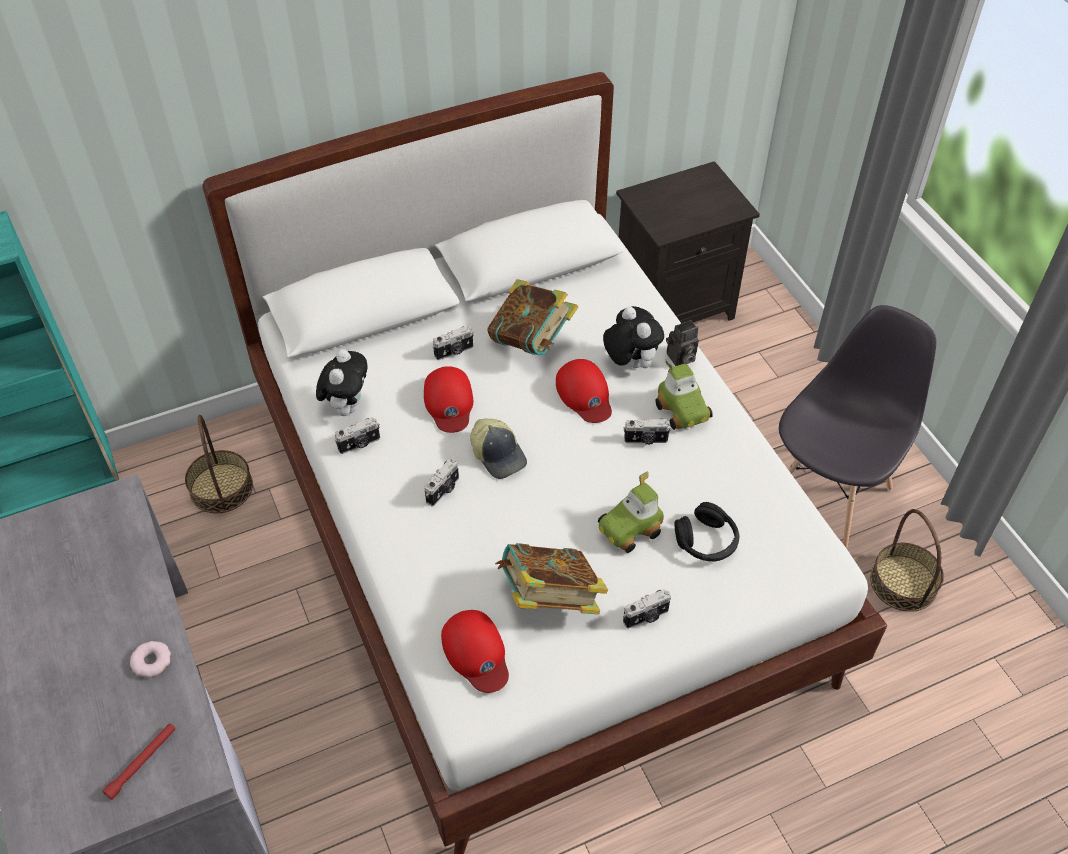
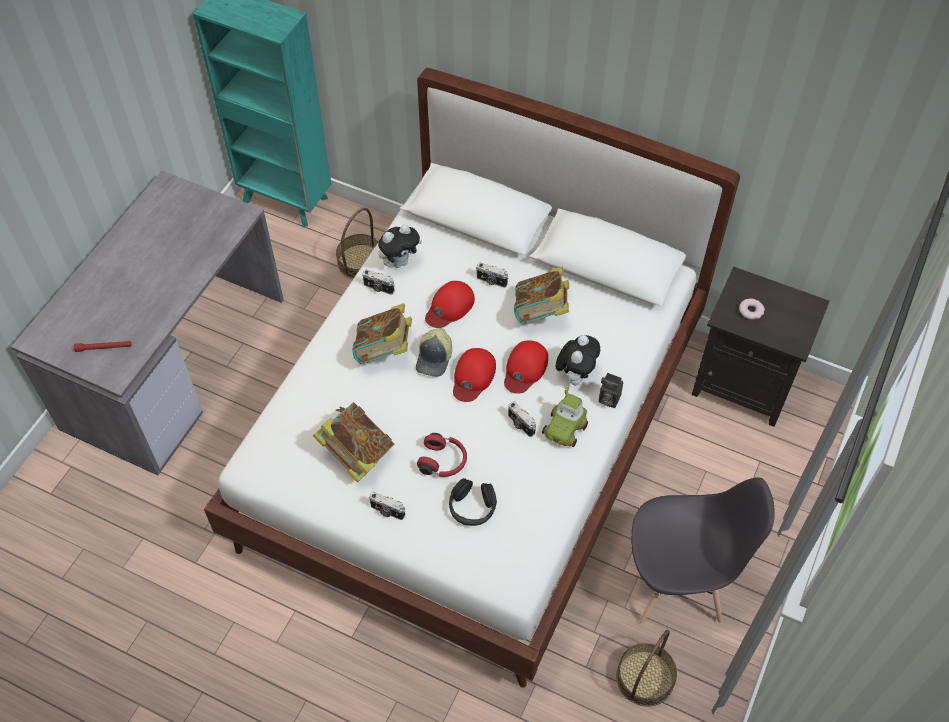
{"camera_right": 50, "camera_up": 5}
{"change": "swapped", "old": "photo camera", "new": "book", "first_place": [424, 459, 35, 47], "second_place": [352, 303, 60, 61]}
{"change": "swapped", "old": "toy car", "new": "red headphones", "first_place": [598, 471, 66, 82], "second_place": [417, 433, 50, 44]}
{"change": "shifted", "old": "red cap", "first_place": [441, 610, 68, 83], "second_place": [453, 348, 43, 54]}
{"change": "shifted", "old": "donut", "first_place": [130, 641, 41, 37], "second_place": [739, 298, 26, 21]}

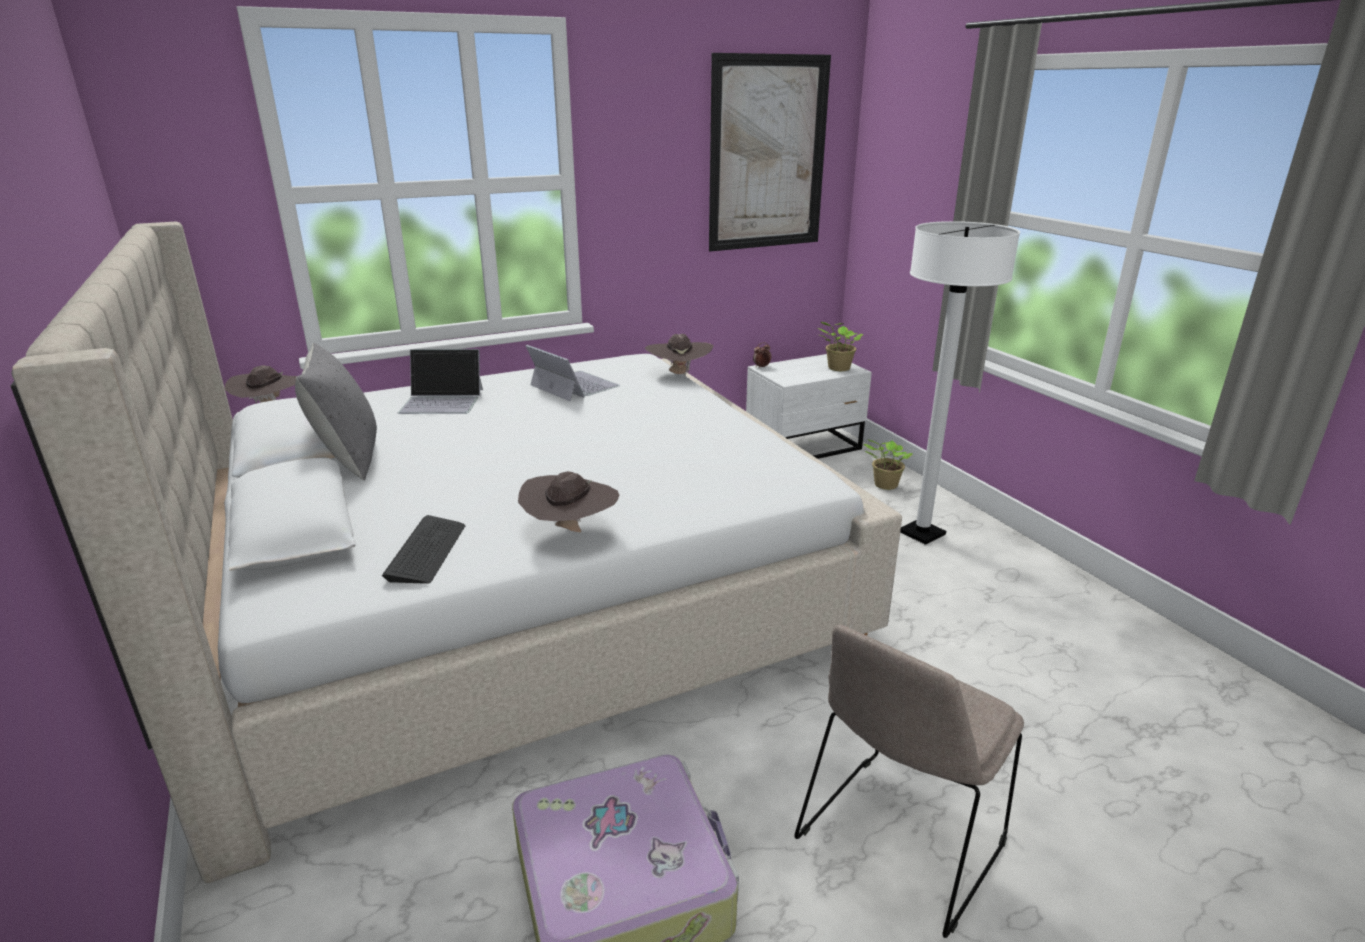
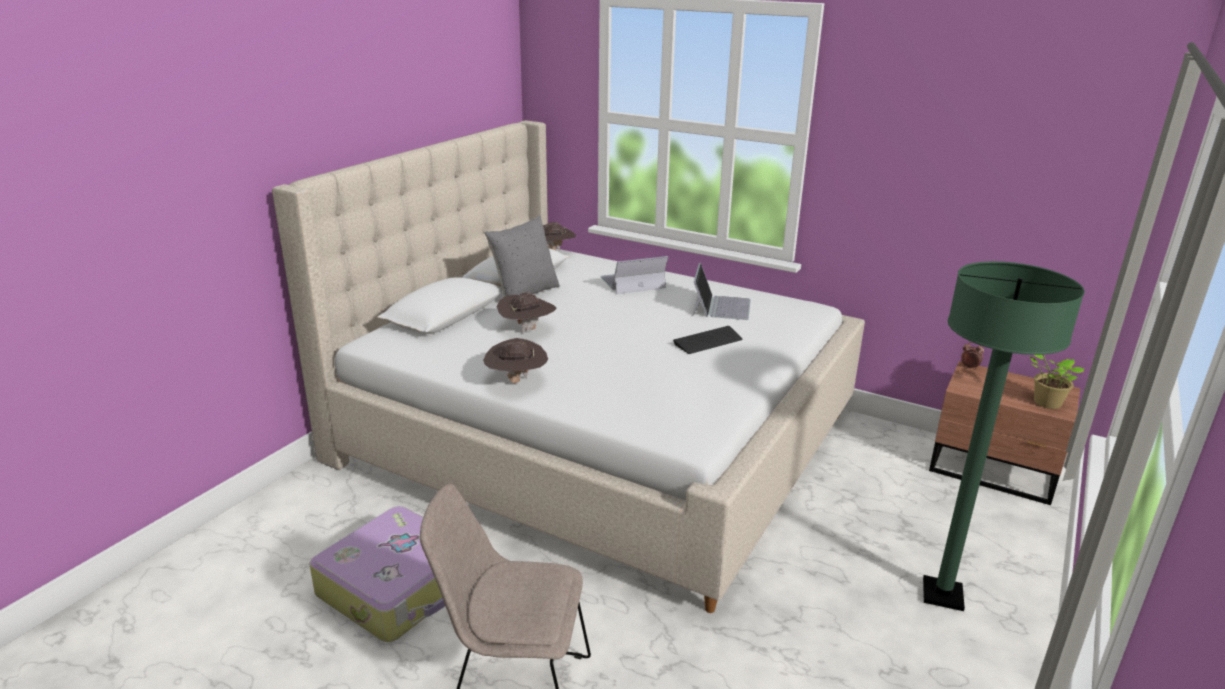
{"camera_right": 55, "camera_up": 0}
{"change": "shifted", "old": "brown hat", "first_place": [645, 334, 68, 43], "second_place": [497, 292, 60, 41]}
{"change": "rotated", "old": "laptop", "first_place": [398, 349, 85, 65], "second_place": [600, 256, 68, 38], "degrees": 105}
{"change": "shifted", "old": "keyboard", "first_place": [382, 515, 83, 69], "second_place": [673, 326, 69, 28]}
{"change": "repainted", "old": "white floor lamp", "new": "green floor lamp", "first_place": [900, 221, 120, 324], "second_place": [923, 261, 162, 350]}
{"change": "repainted", "old": "white nightstand", "new": "brown nightstand", "first_place": [746, 354, 126, 105], "second_place": [929, 361, 151, 144]}
{"change": "gone", "old": "picture", "first_place": [709, 53, 122, 198]}
{"change": "gone", "old": "potted plant", "first_place": [863, 439, 50, 51]}

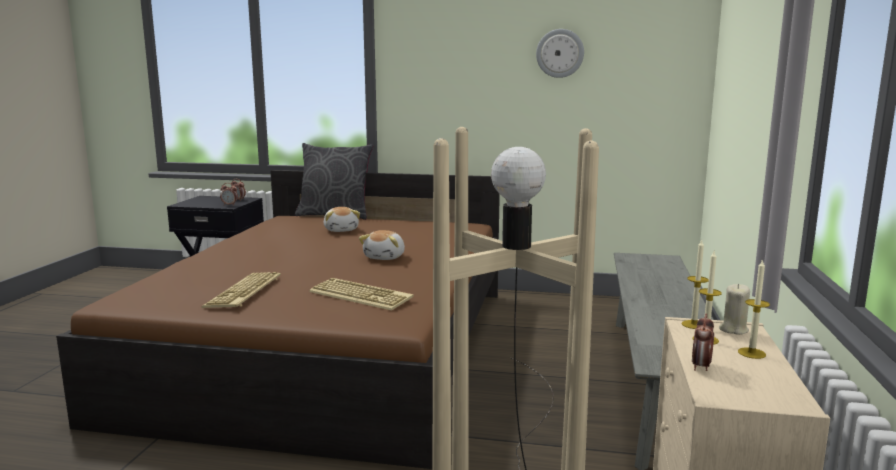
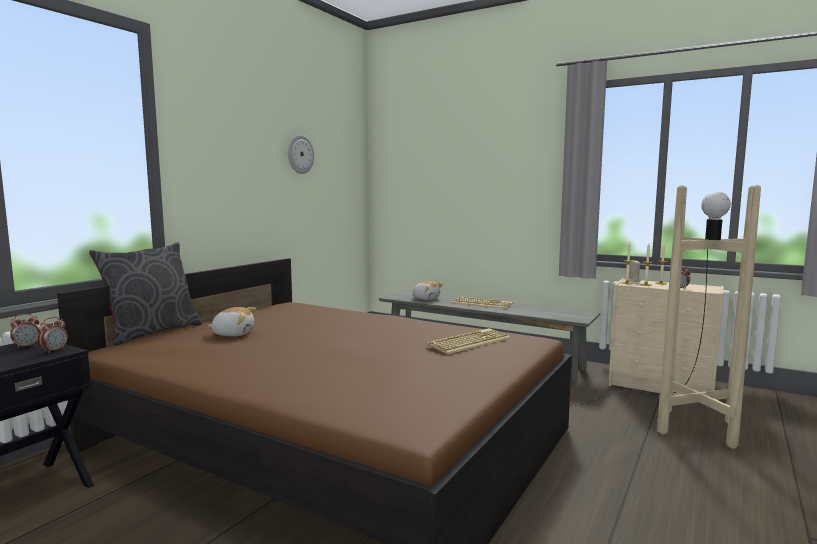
{"camera_right": -70, "camera_up": -5}
{"change": "shifted", "old": "plush toy", "first_place": [359, 230, 46, 30], "second_place": [413, 281, 30, 19]}
{"change": "shifted", "old": "keyboard", "first_place": [201, 272, 80, 36], "second_place": [452, 296, 61, 13]}

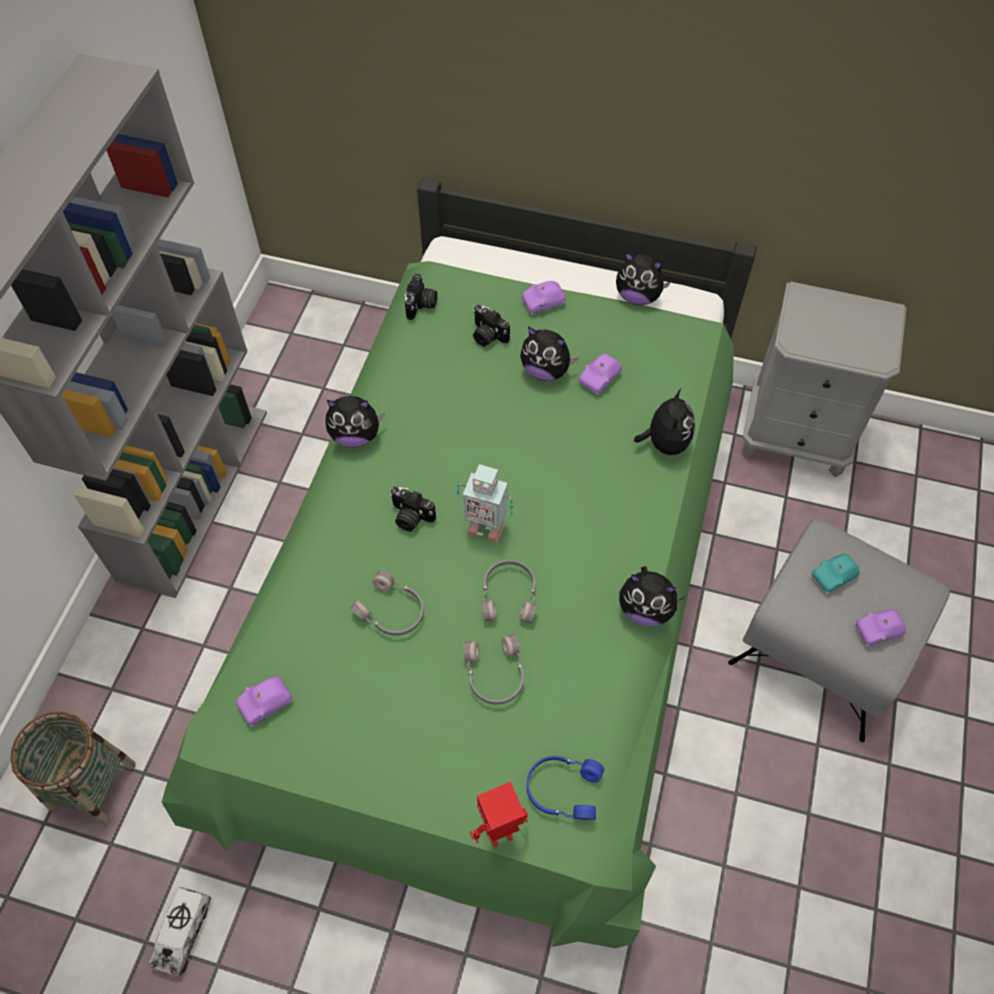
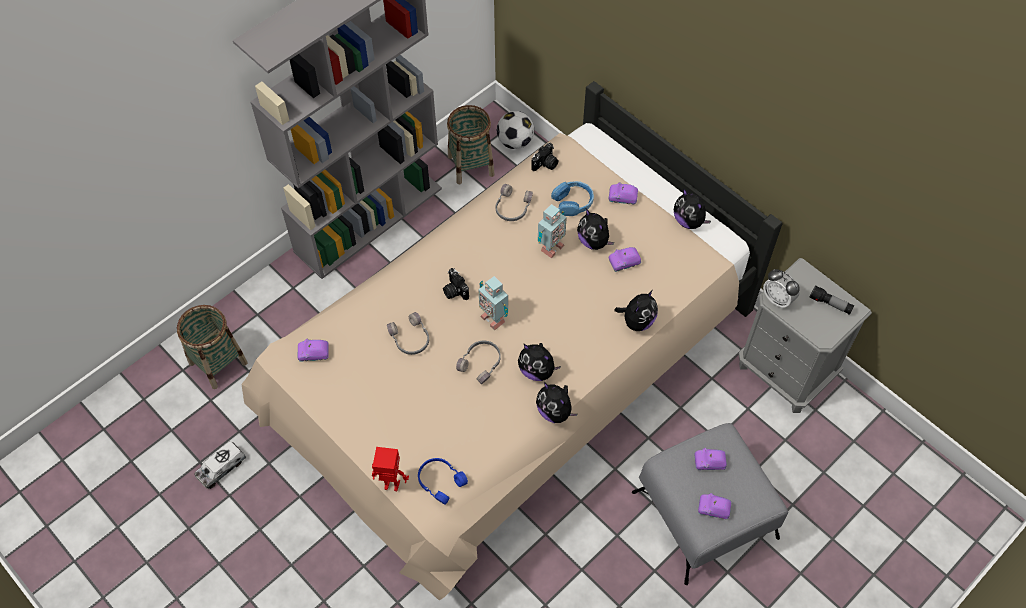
{"camera_right": 30, "camera_up": 0}
{"change": "repainted", "old": "green bed", "new": "beige bed", "first_place": [162, 178, 595, 770], "second_place": [241, 81, 542, 520]}
{"change": "new", "new": "basket", "second_place": [447, 105, 47, 79]}
{"change": "shifted", "old": "grey headphones", "first_place": [463, 634, 61, 70], "second_place": [496, 184, 37, 37]}
{"change": "new", "new": "football", "second_place": [497, 111, 37, 38]}
{"change": "shifted", "old": "plush toy", "first_place": [326, 396, 59, 51], "second_place": [518, 343, 43, 38]}
{"change": "new", "new": "toy robot", "second_place": [538, 204, 29, 54]}
{"change": "swapped", "old": "photo camera", "new": "blue headphones", "first_place": [473, 305, 37, 42], "second_place": [551, 181, 43, 35]}
{"change": "repainted", "old": "turquoise toy car", "new": "purple toy car", "first_place": [811, 554, 49, 40], "second_place": [694, 448, 33, 22]}
{"change": "new", "new": "alarm clock", "second_place": [763, 269, 37, 40]}
{"change": "new", "new": "flashlight", "second_place": [809, 285, 45, 30]}

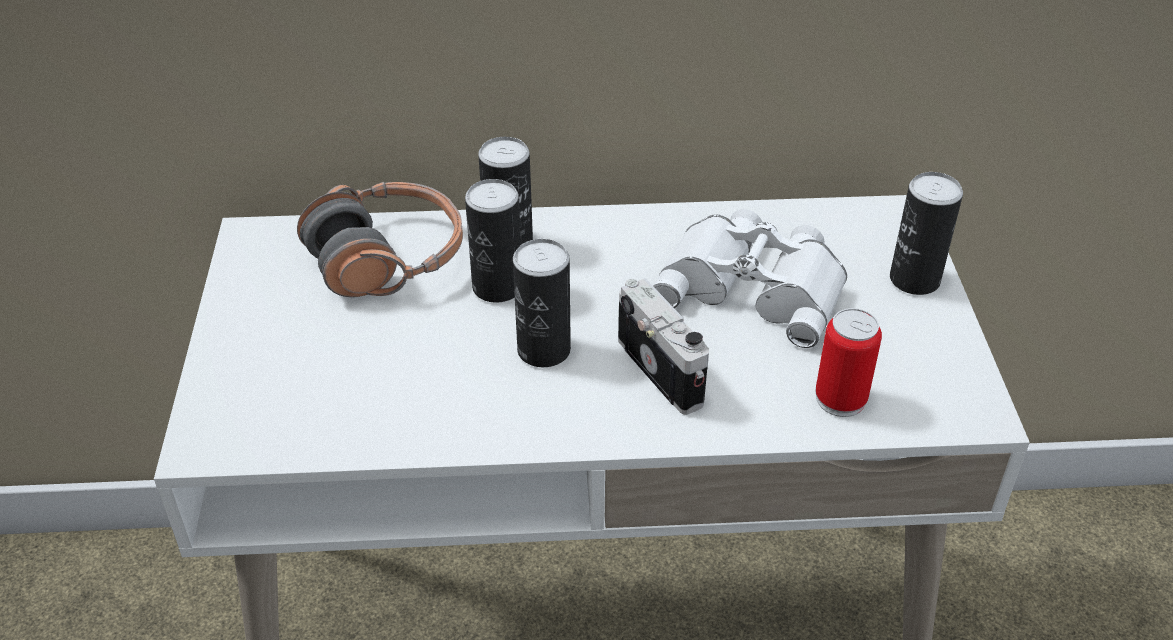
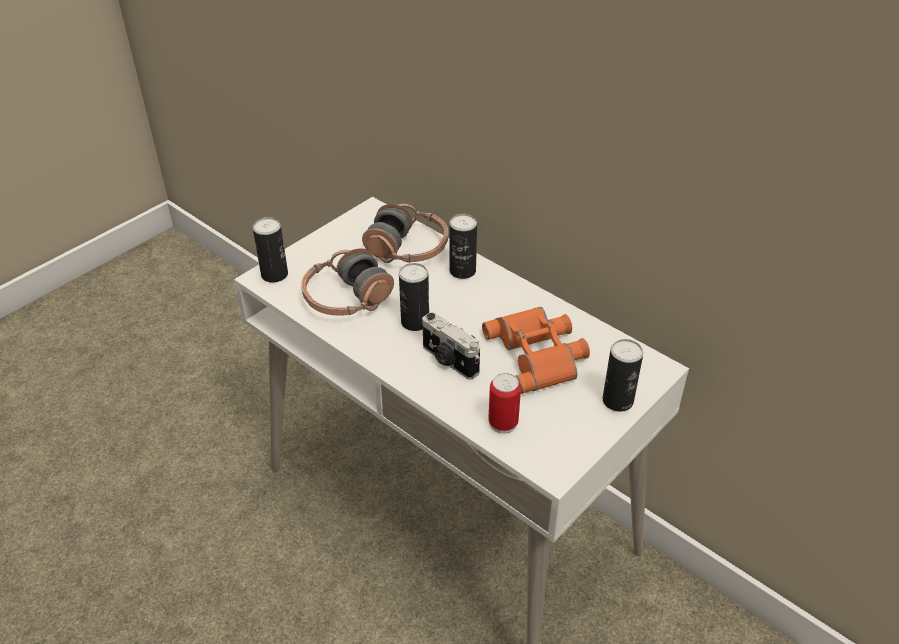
{"camera_right": 45, "camera_up": 0}
{"change": "shifted", "old": "can", "first_place": [465, 179, 56, 123], "second_place": [253, 217, 35, 66]}
{"change": "new", "new": "headphones", "second_place": [301, 248, 93, 68]}
{"change": "rotated", "old": "photo camera", "first_place": [618, 278, 91, 137], "second_place": [422, 312, 58, 68], "degrees": 120}
{"change": "repainted", "old": "white binoculars", "new": "orange binoculars", "first_place": [653, 209, 194, 139], "second_place": [482, 307, 108, 87]}

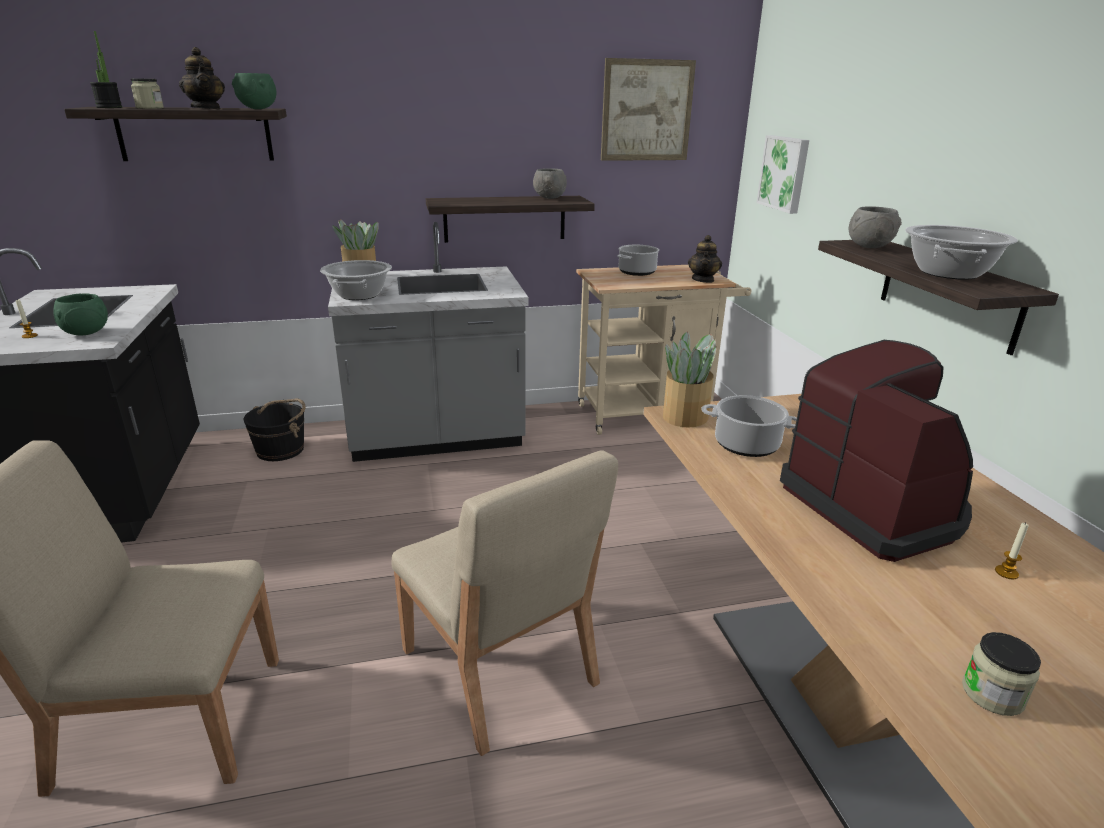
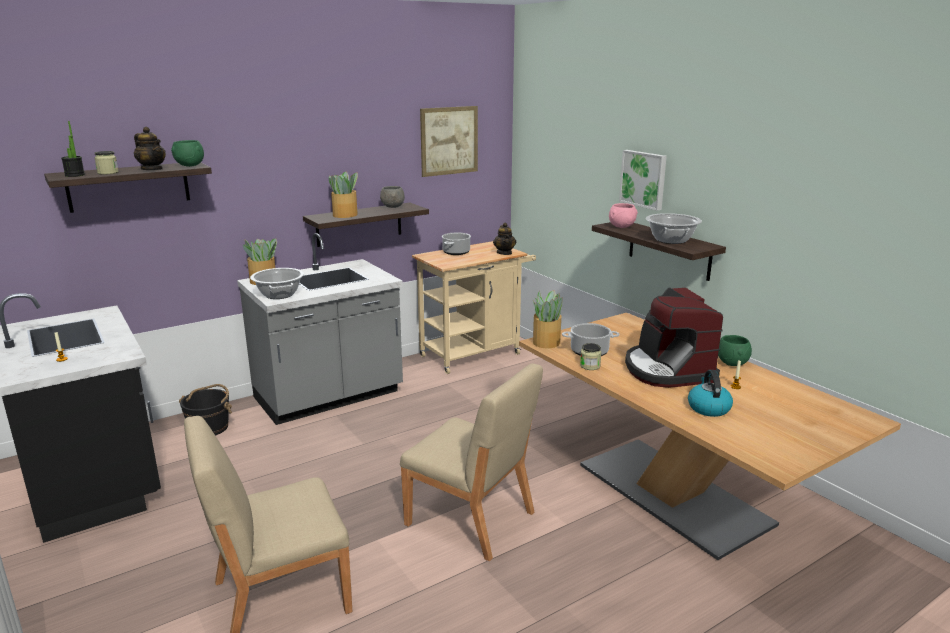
{"camera_right": -20, "camera_up": -5}
{"change": "new", "new": "potted plant", "second_place": [329, 171, 29, 47]}
{"change": "shifted", "old": "jar", "first_place": [962, 632, 79, 84], "second_place": [580, 343, 22, 27]}
{"change": "repainted", "old": "grey bowl", "new": "pink bowl", "first_place": [849, 206, 53, 42], "second_place": [609, 203, 29, 25]}
{"change": "shifted", "old": "picture", "first_place": [756, 135, 53, 79], "second_place": [619, 150, 48, 61]}
{"change": "rotated", "old": "coffee machine", "first_place": [780, 340, 193, 222], "second_place": [625, 288, 98, 100], "degrees": -150}
{"change": "new", "new": "kettle", "second_place": [688, 370, 45, 47]}
{"change": "shifted", "old": "green bowl", "first_place": [53, 293, 55, 42], "second_place": [718, 335, 34, 31]}

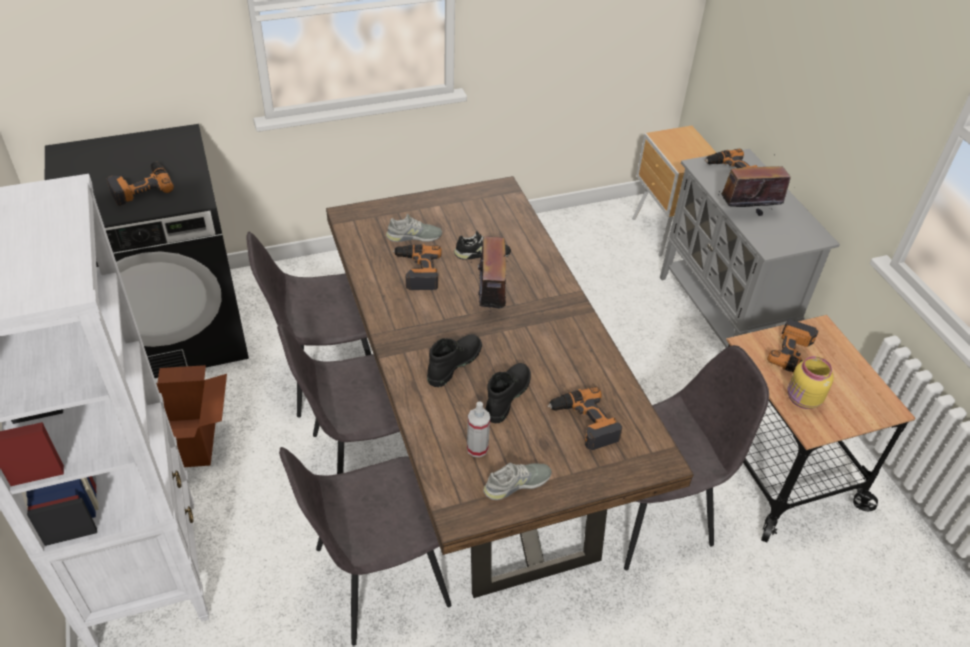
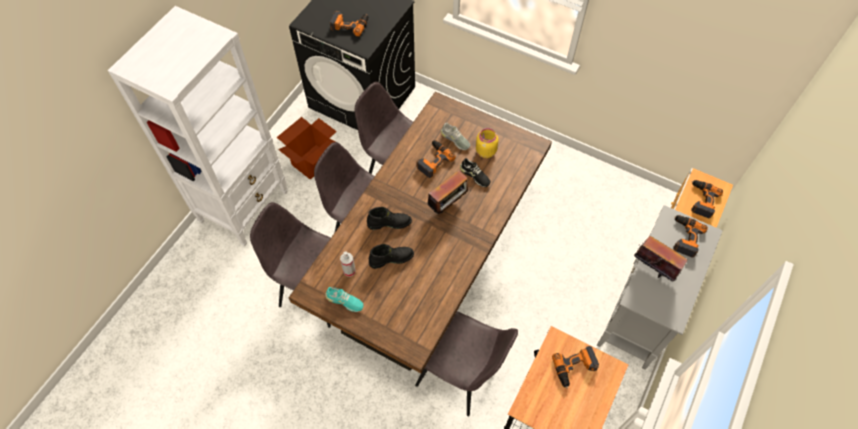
{"camera_right": 50, "camera_up": 15}
{"change": "repainted", "old": "grey shoe", "new": "turquoise shoe", "first_place": [483, 463, 69, 37], "second_place": [325, 287, 38, 25]}
{"change": "shifted", "old": "yellow jar", "first_place": [787, 356, 47, 53], "second_place": [476, 128, 22, 30]}
{"change": "shifted", "old": "power drill", "first_place": [547, 387, 75, 63], "second_place": [691, 180, 32, 38]}

